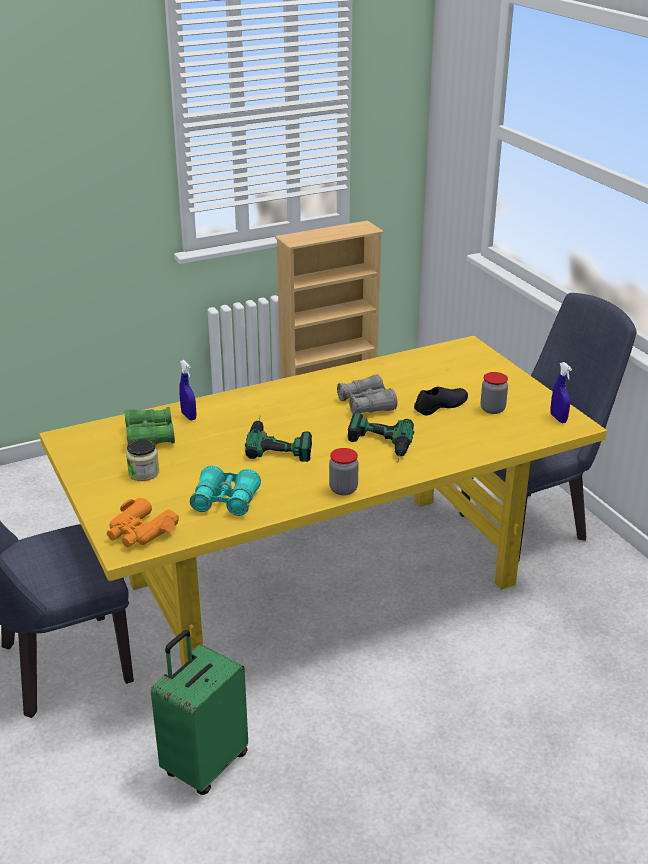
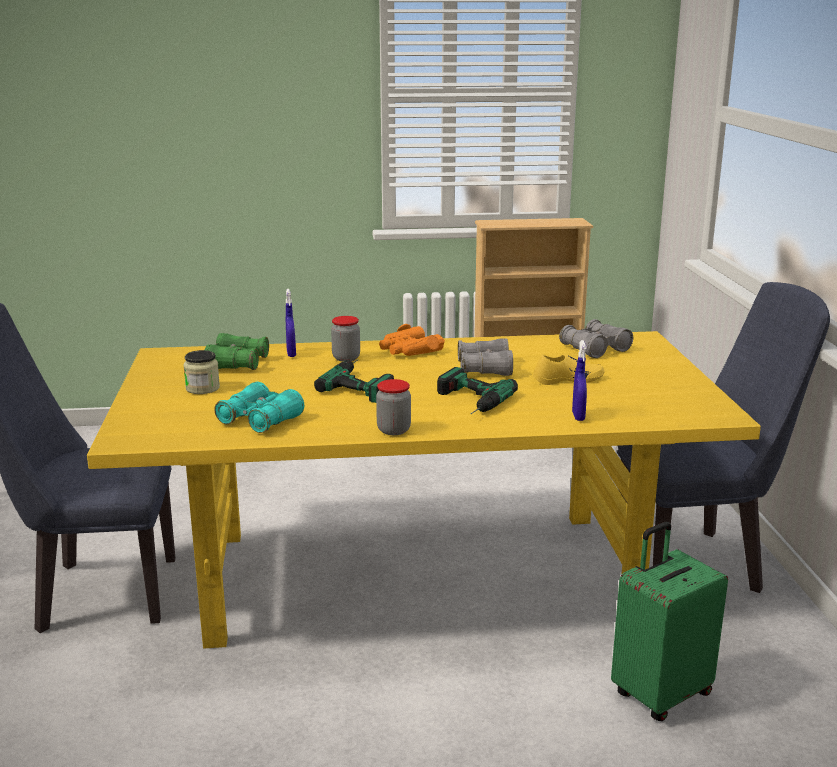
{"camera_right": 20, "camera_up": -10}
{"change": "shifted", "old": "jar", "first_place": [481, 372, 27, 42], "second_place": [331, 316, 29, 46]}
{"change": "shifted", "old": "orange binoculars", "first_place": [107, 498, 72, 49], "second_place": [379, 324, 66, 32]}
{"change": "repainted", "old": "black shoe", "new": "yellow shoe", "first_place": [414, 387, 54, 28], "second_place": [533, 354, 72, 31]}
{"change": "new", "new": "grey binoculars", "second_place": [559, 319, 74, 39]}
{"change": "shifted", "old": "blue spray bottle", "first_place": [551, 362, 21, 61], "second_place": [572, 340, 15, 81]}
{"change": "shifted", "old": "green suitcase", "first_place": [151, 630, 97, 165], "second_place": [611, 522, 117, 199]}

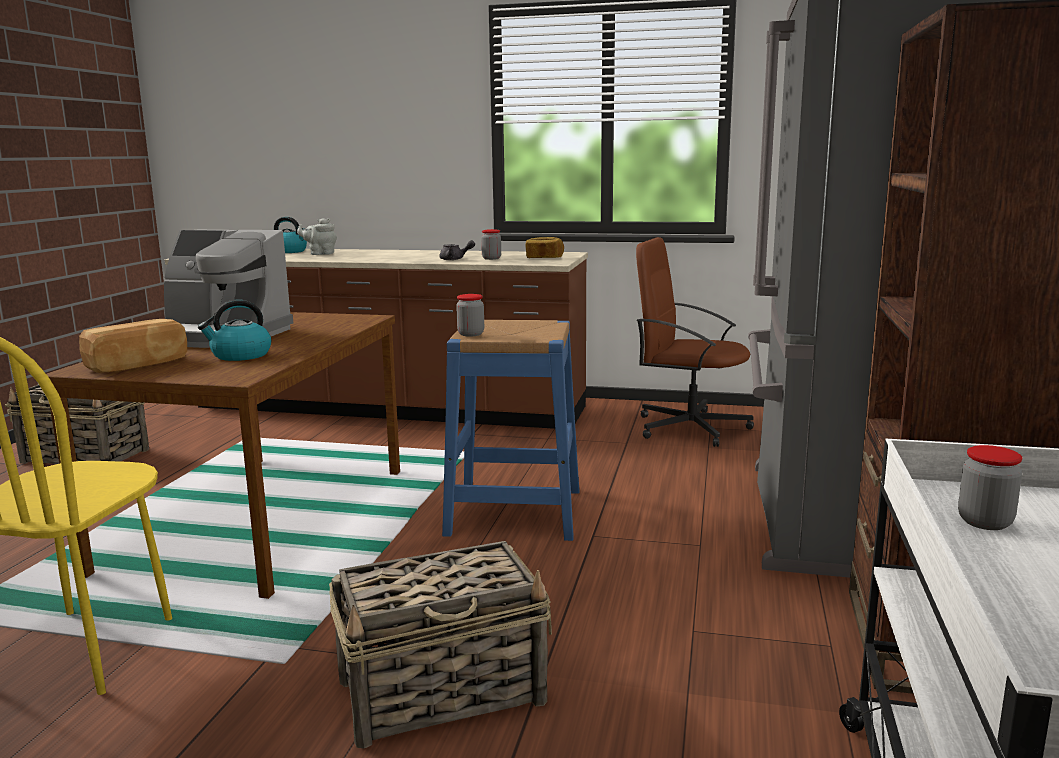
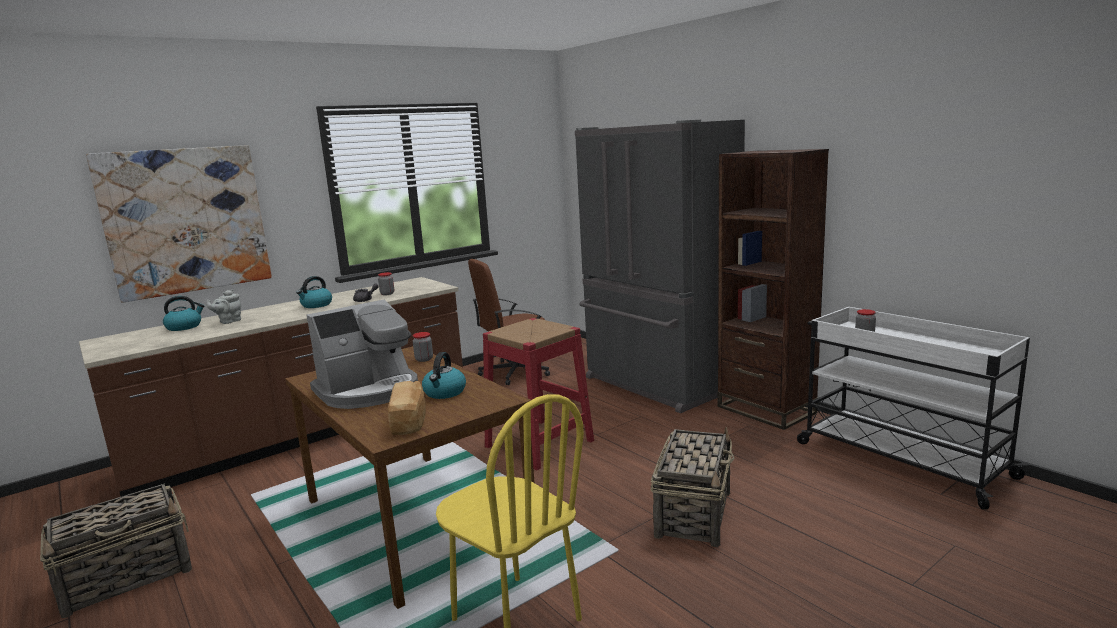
{"camera_right": -50, "camera_up": 0}
{"change": "new", "new": "picture", "second_place": [86, 145, 186, 158]}
{"change": "new", "new": "kettle", "second_place": [296, 276, 36, 32]}
{"change": "shifted", "old": "jar", "first_place": [456, 294, 28, 42], "second_place": [413, 332, 20, 30]}
{"change": "repainted", "old": "blue stool", "new": "red stool", "first_place": [442, 320, 137, 221], "second_place": [483, 318, 111, 152]}
{"change": "gone", "old": "bread", "first_place": [526, 237, 38, 21]}

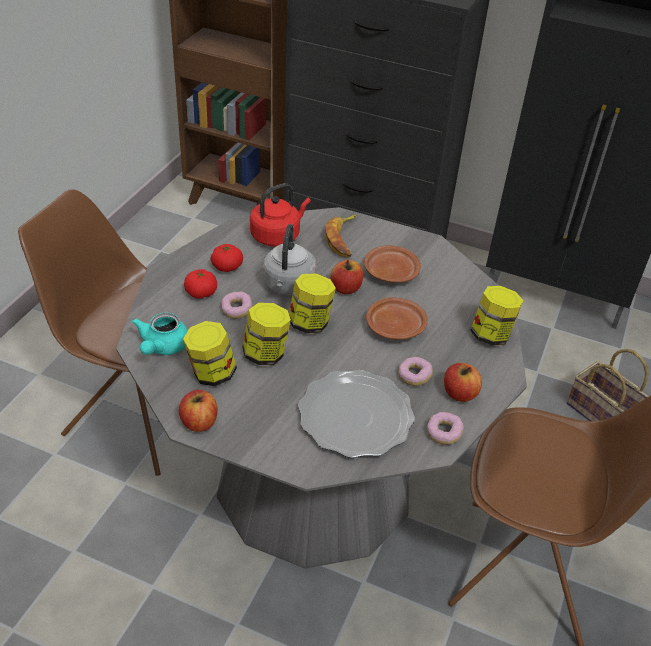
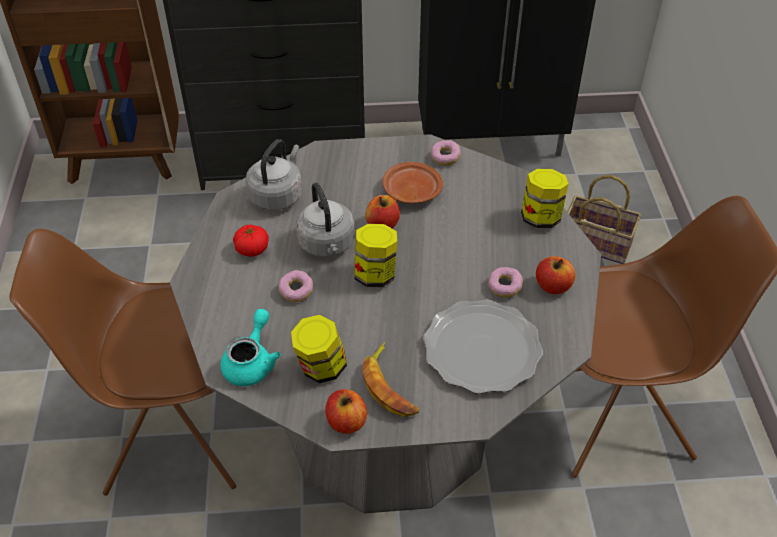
{"camera_right": -25, "camera_up": 5}
{"change": "rotated", "old": "turquoise teapot", "first_place": [132, 313, 56, 42], "second_place": [220, 309, 61, 77], "degrees": -150}
{"change": "repainted", "old": "red kettle", "new": "grey kettle", "first_place": [250, 183, 61, 64], "second_place": [246, 139, 56, 72]}
{"change": "shifted", "old": "banana", "first_place": [326, 215, 31, 42], "second_place": [362, 341, 57, 76]}
{"change": "shifted", "old": "donut", "first_place": [427, 412, 37, 33], "second_place": [431, 140, 30, 26]}
{"change": "gone", "old": "tomato", "first_place": [184, 269, 33, 30]}
{"change": "gone", "old": "jar", "first_place": [242, 303, 49, 62]}
{"change": "gone", "old": "brown plate", "first_place": [366, 297, 62, 43]}

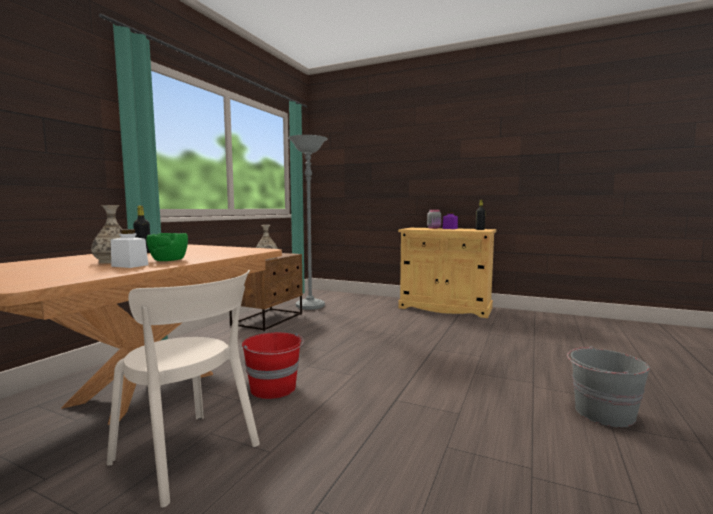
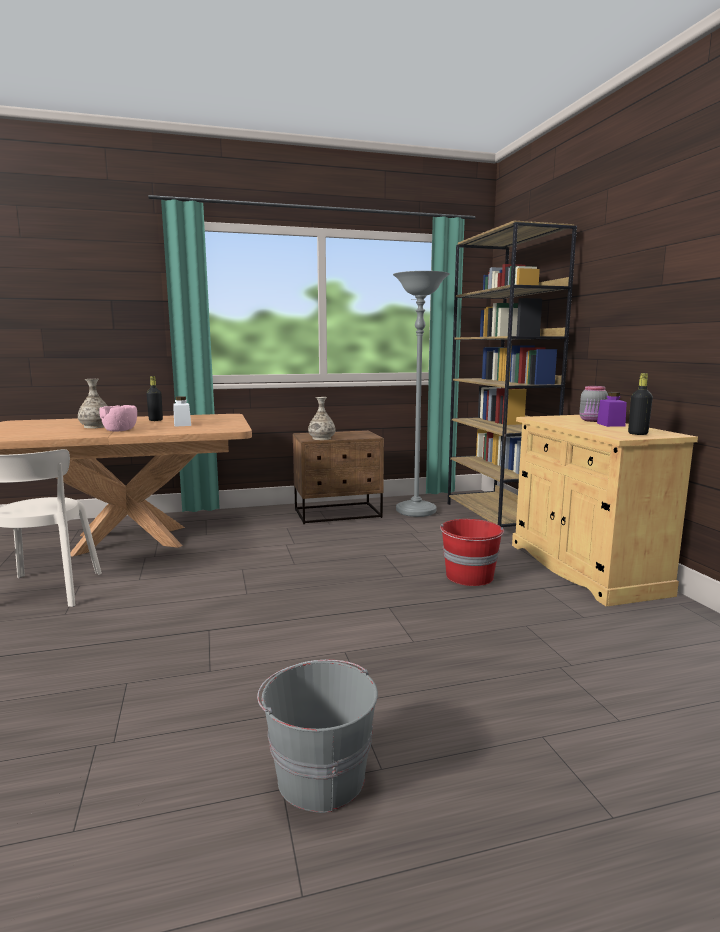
{"camera_right": 50, "camera_up": 5}
{"change": "repainted", "old": "green bowl", "new": "pink bowl", "first_place": [146, 233, 42, 28], "second_place": [99, 405, 38, 27]}
{"change": "shifted", "old": "white jar", "first_place": [111, 229, 37, 39], "second_place": [173, 396, 18, 31]}
{"change": "shifted", "old": "red bucket", "first_place": [242, 332, 62, 67], "second_place": [440, 519, 64, 67]}
{"change": "new", "new": "brown bookcase", "second_place": [448, 221, 129, 306]}

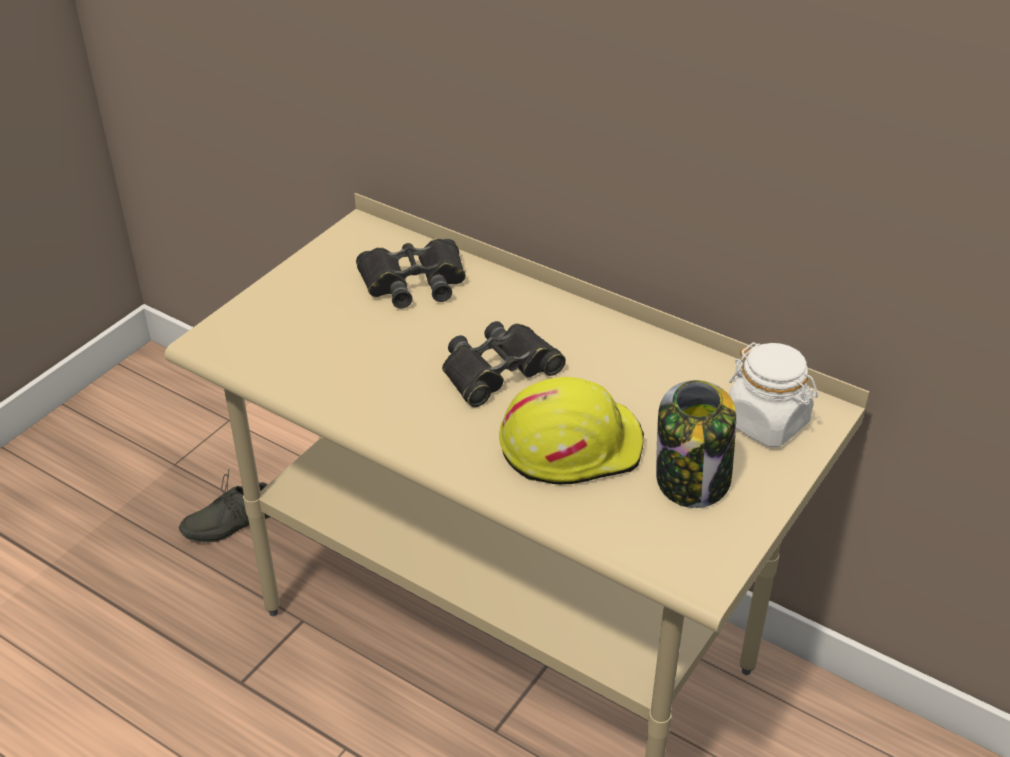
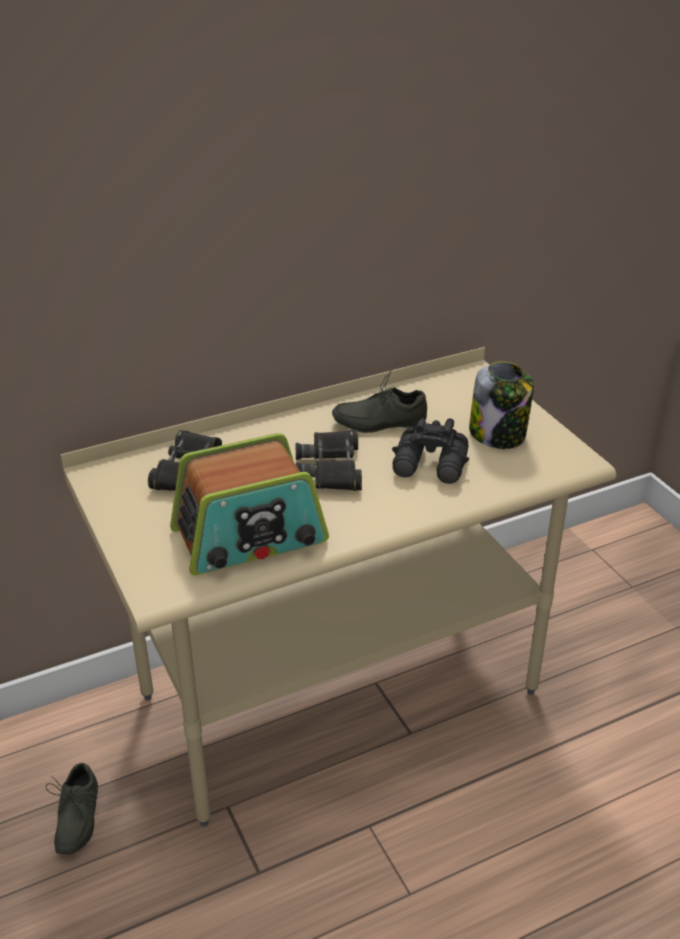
{"camera_right": -60, "camera_up": -5}
{"change": "new", "new": "radio", "second_place": [170, 433, 159, 142]}
{"change": "new", "new": "grey shoe", "second_place": [332, 369, 95, 64]}
{"change": "swapped", "old": "yellow hard hat", "new": "black binoculars", "first_place": [499, 377, 145, 108], "second_place": [392, 418, 77, 66]}
{"change": "gone", "old": "white jar", "first_place": [728, 342, 90, 105]}

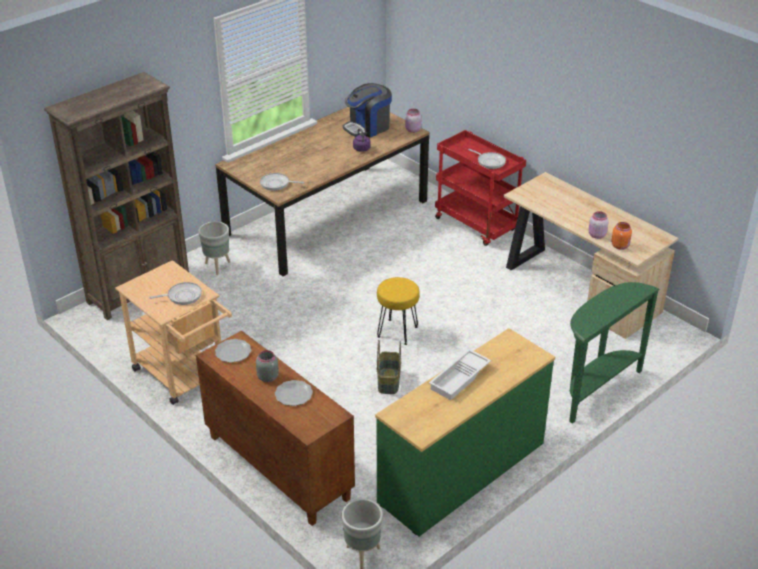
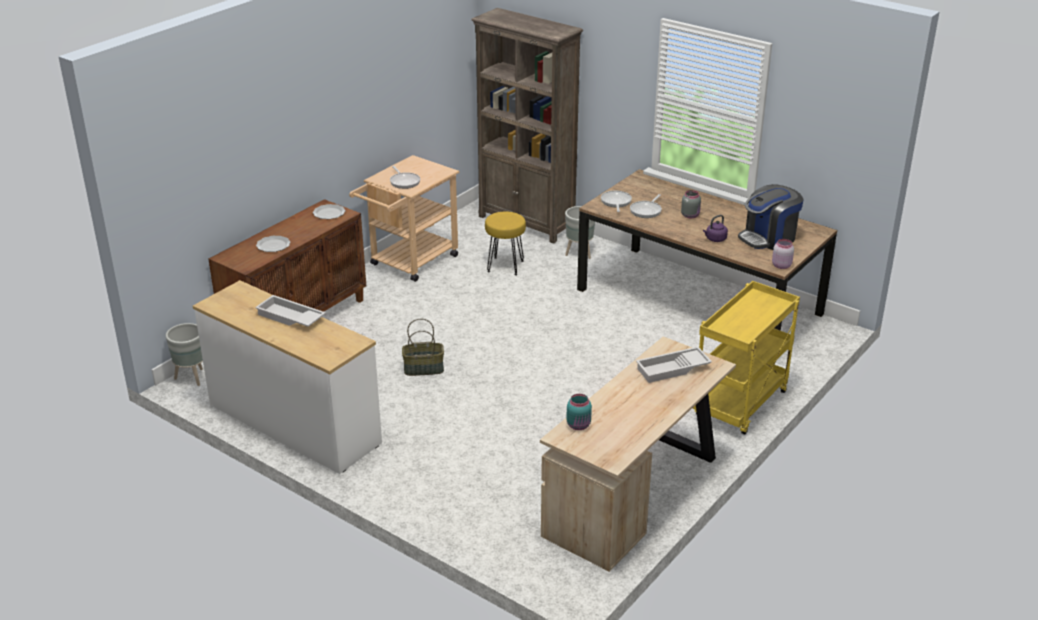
{"camera_right": 80, "camera_up": -5}
{"change": "repainted", "old": "green dresser", "new": "white dresser", "first_place": [375, 328, 180, 209], "second_place": [193, 280, 189, 194]}
{"change": "shifted", "old": "yellow stool", "first_place": [377, 277, 43, 68], "second_place": [485, 211, 41, 65]}
{"change": "repainted", "old": "orange jar", "new": "turquoise jar", "first_place": [611, 222, 21, 28], "second_place": [566, 394, 26, 36]}
{"change": "shifted", "old": "frying pan", "first_place": [468, 149, 38, 20], "second_place": [630, 194, 32, 24]}
{"change": "new", "new": "white tray", "second_place": [636, 347, 76, 36]}
{"change": "shifted", "old": "grey jar", "first_place": [256, 350, 23, 32], "second_place": [681, 190, 20, 28]}
{"change": "repainted", "old": "red cart", "new": "yellow cart", "first_place": [435, 130, 91, 116], "second_place": [692, 281, 108, 154]}
{"change": "rotated", "old": "coffee machine", "first_place": [343, 83, 49, 54], "second_place": [738, 184, 66, 66], "degrees": -75}
{"change": "gone", "old": "green console table", "first_place": [569, 282, 91, 142]}
{"change": "gone", "old": "pink jar", "first_place": [589, 211, 20, 28]}

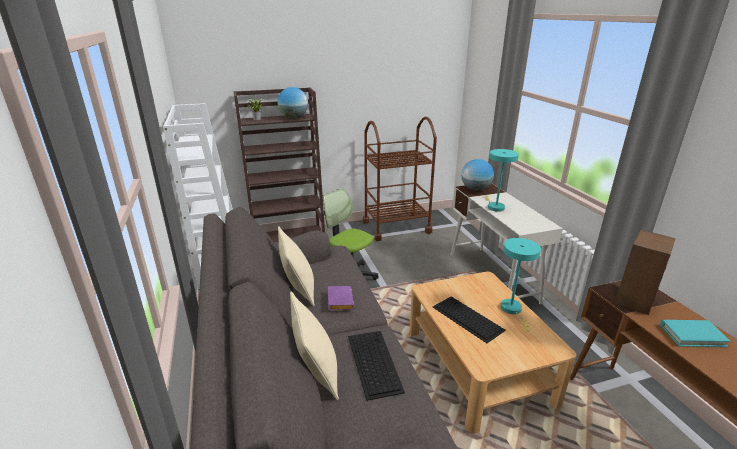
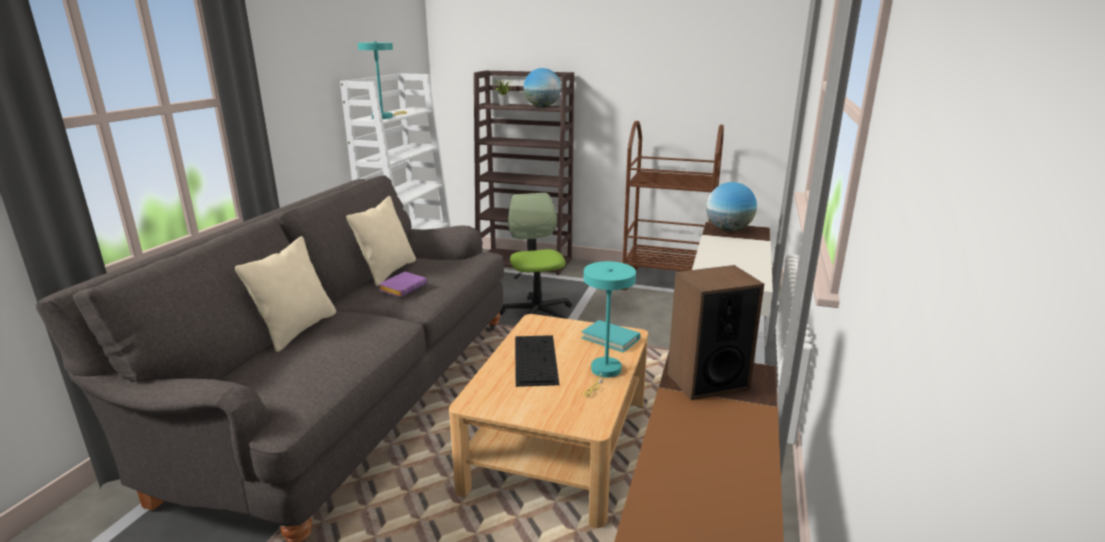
{"camera_right": 35, "camera_up": -5}
{"change": "shifted", "old": "turquoise table lamp", "first_place": [485, 149, 34, 63], "second_place": [358, 41, 49, 78]}
{"change": "shifted", "old": "turquoise book", "first_place": [660, 320, 71, 27], "second_place": [581, 320, 60, 32]}
{"change": "gone", "old": "keyboard", "first_place": [348, 331, 57, 70]}

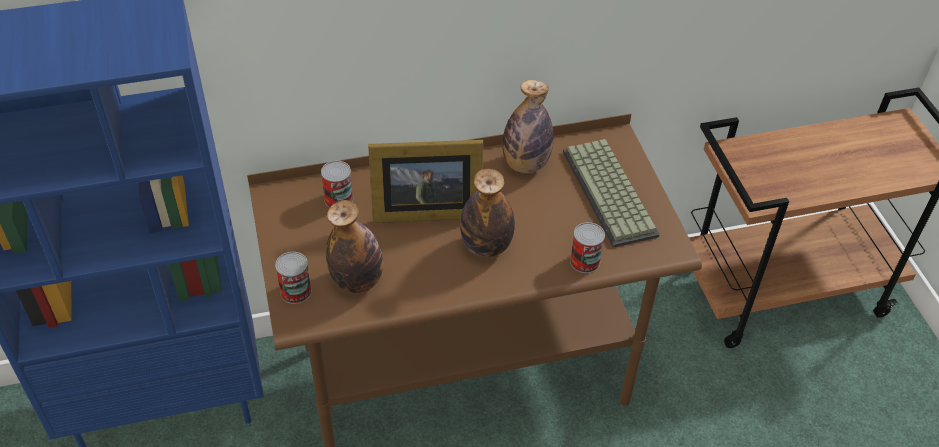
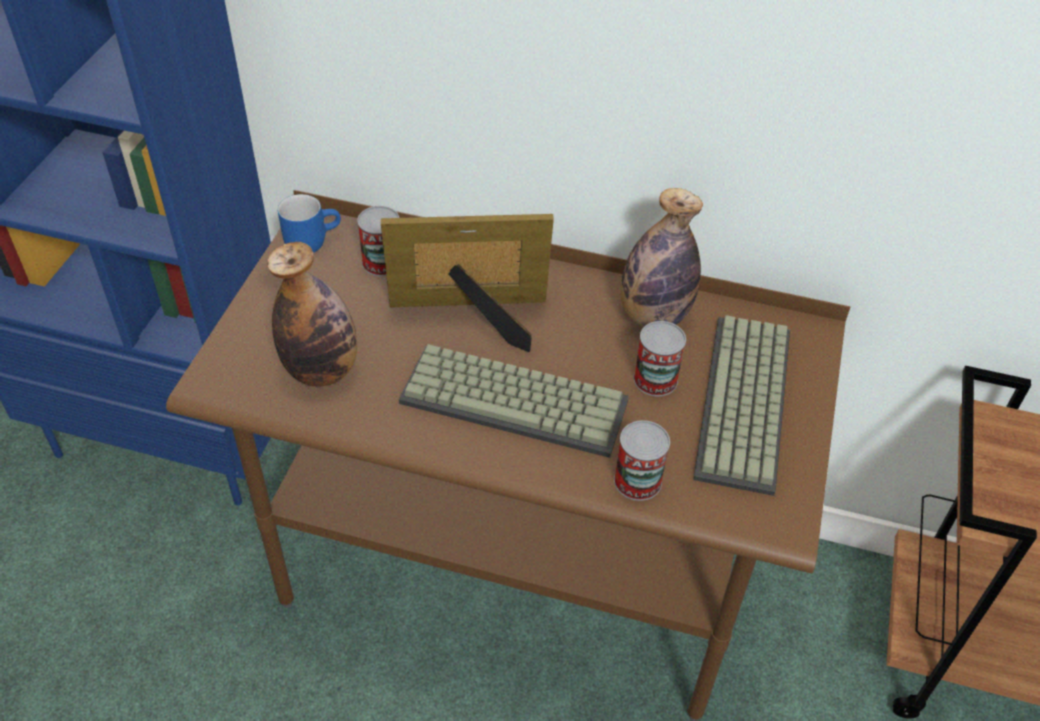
{"camera_right": 30, "camera_up": 0}
{"change": "new", "new": "blue mug", "second_place": [278, 194, 63, 59]}
{"change": "rotated", "old": "picture frame", "first_place": [368, 140, 115, 83], "second_place": [381, 214, 173, 138], "degrees": 150}
{"change": "swapped", "old": "bottle", "new": "keyboard", "first_place": [460, 169, 55, 88], "second_place": [399, 344, 230, 114]}
{"change": "shifted", "old": "can", "first_place": [275, 252, 37, 52], "second_place": [634, 321, 52, 75]}

